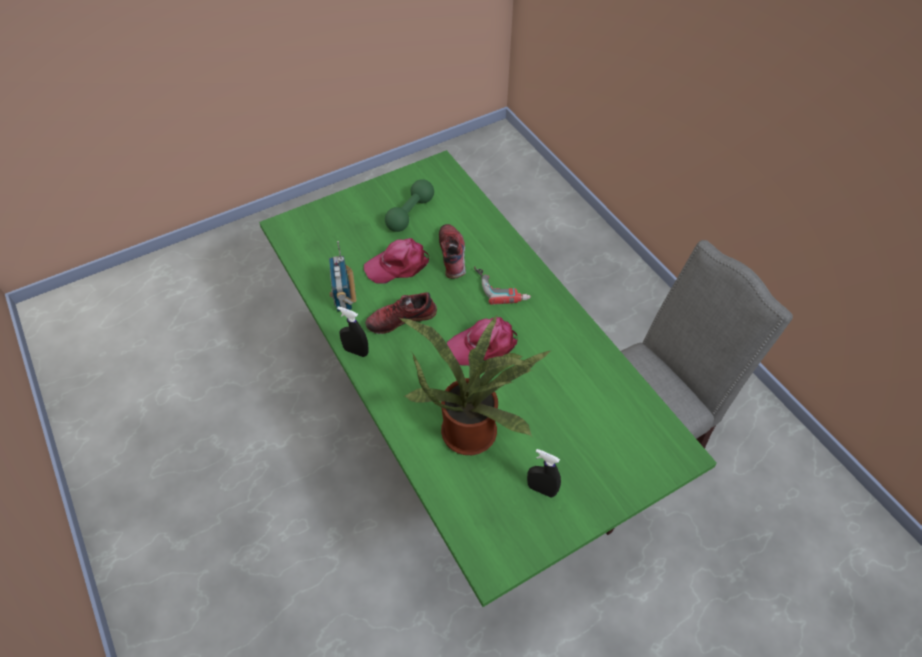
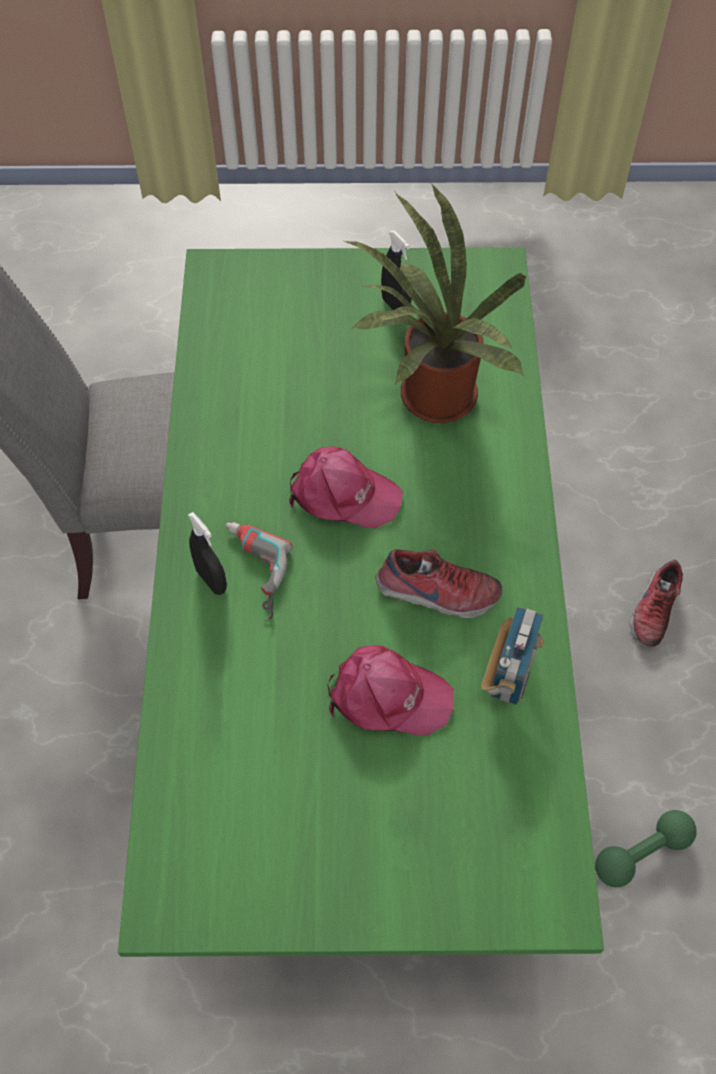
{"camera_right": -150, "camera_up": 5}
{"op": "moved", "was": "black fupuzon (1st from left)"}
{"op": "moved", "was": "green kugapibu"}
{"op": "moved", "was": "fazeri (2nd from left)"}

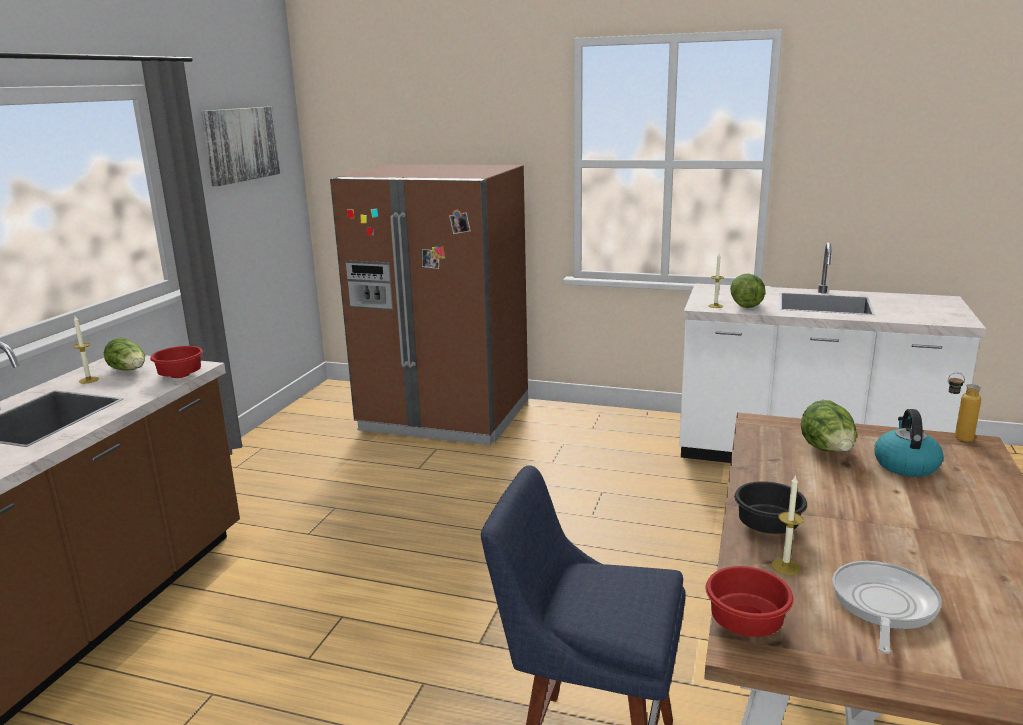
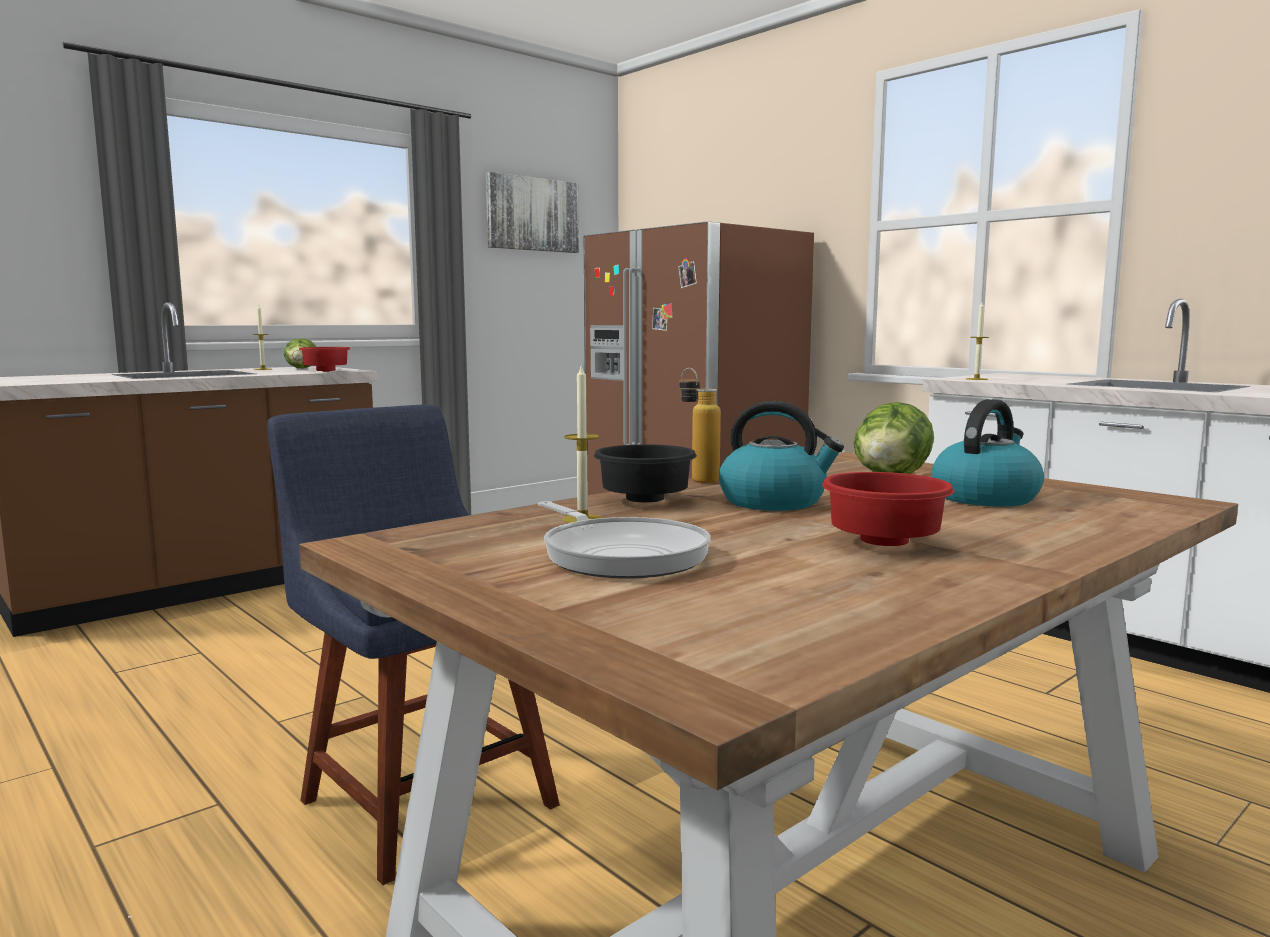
{"camera_right": 30, "camera_up": -10}
{"op": "moved", "was": "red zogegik (2nd from left)"}
{"op": "removed", "was": "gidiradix (2nd from left)"}
{"op": "turned", "was": "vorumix", "clockwise": 90}
{"op": "moved", "was": "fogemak"}
{"op": "added", "now": "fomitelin (1st from left)"}

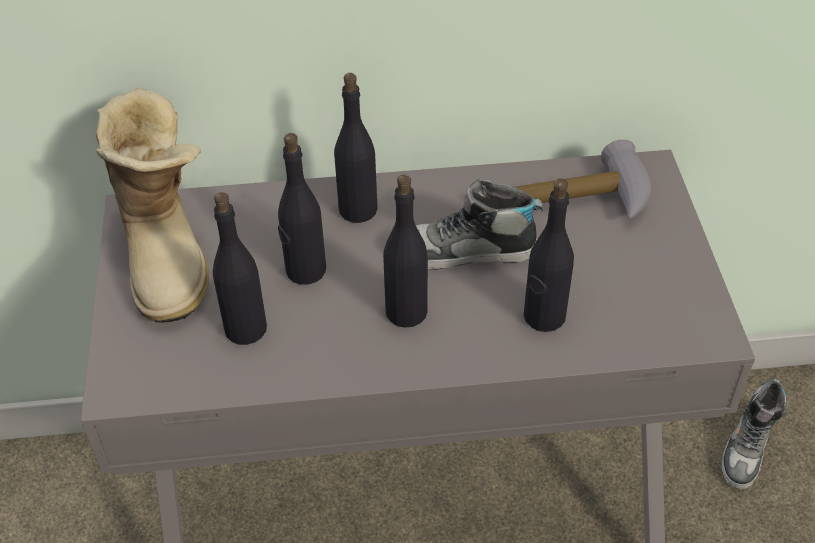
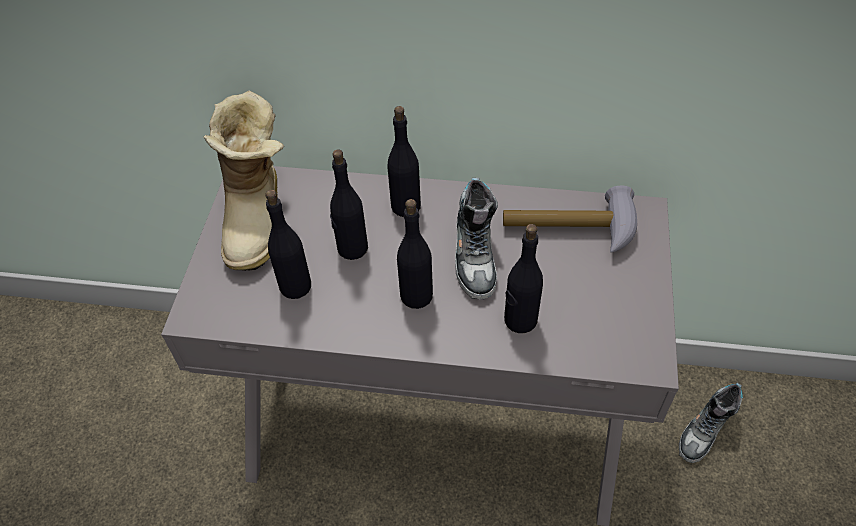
{"camera_right": 15, "camera_up": 5}
{"op": "turned", "was": "fazeri (1st from left)", "clockwise": -105}

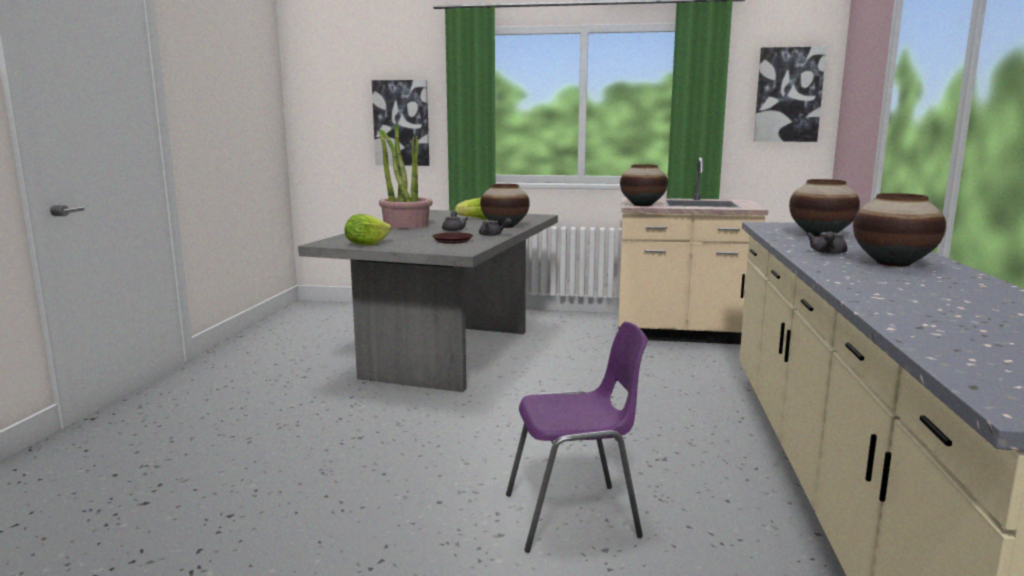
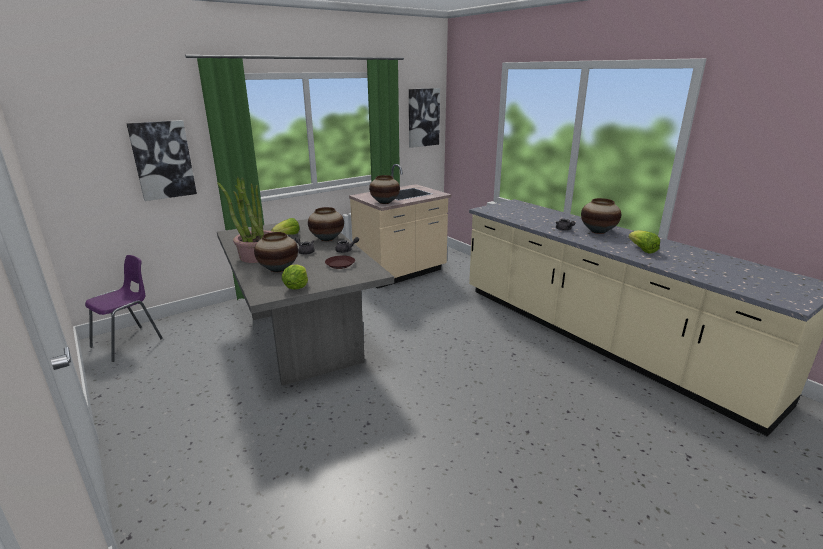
{"camera_right": -45, "camera_up": 10}
{"op": "moved", "was": "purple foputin"}
{"op": "moved", "was": "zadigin (3rd from left in the first image)", "now": "zadigin (1st from left)"}
{"op": "added", "now": "gidiradix (3rd from left)"}

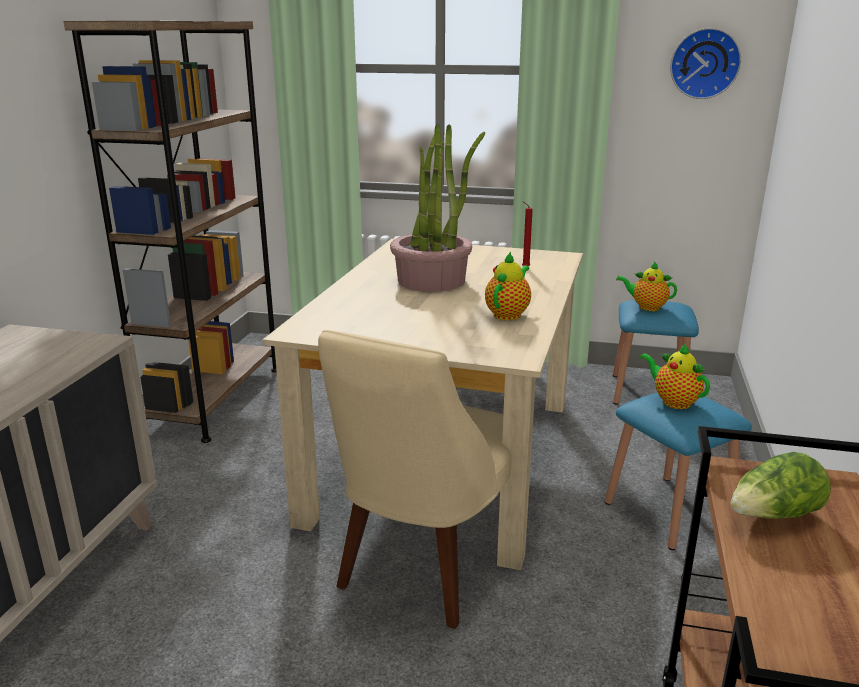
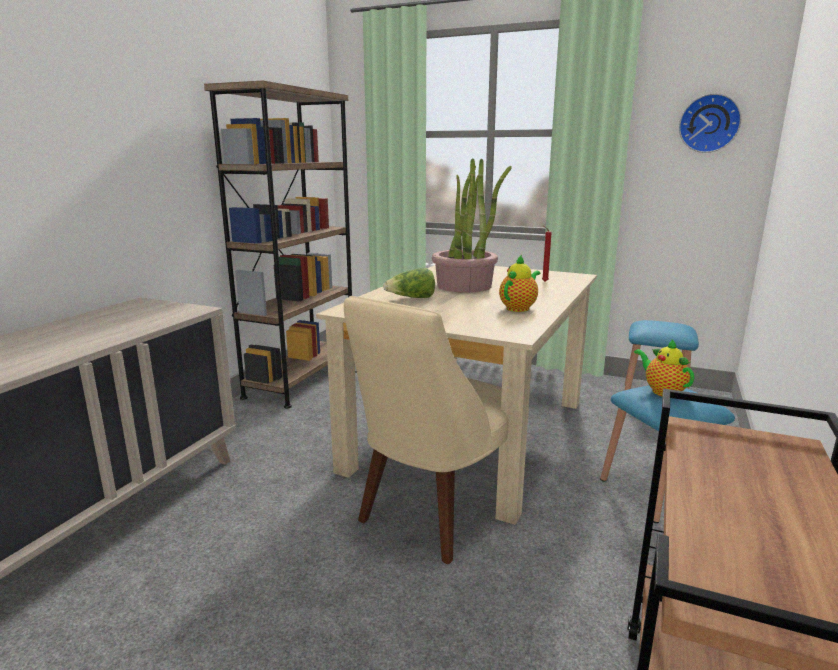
{"camera_right": 10, "camera_up": -5}
{"op": "removed", "was": "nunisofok (2nd from left)"}
{"op": "moved", "was": "gidiradix"}

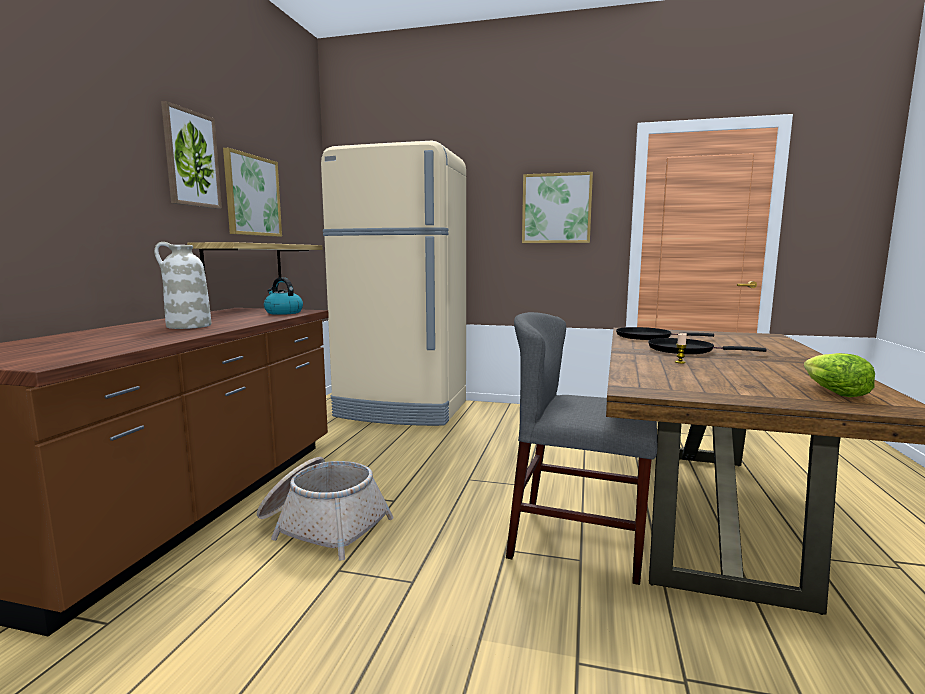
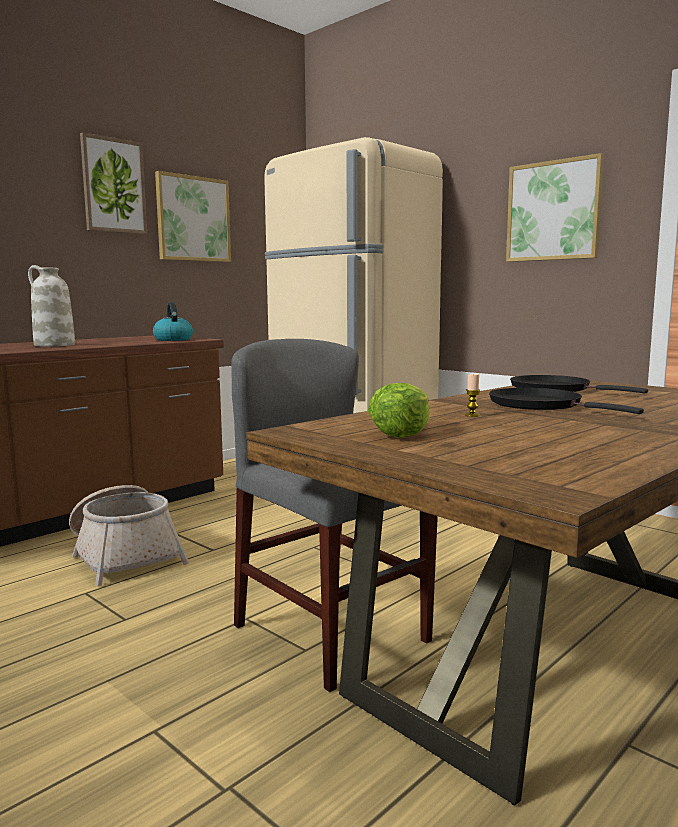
{"camera_right": 30, "camera_up": 0}
{"op": "removed", "was": "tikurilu"}
{"op": "moved", "was": "gidiradix"}

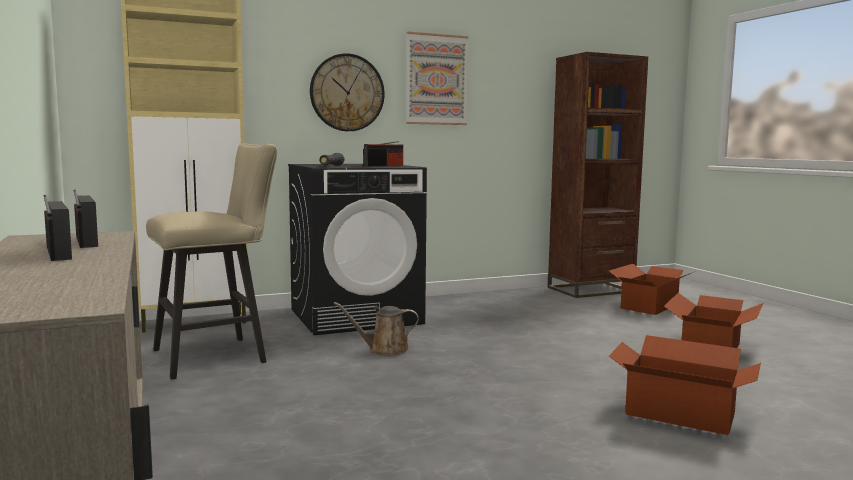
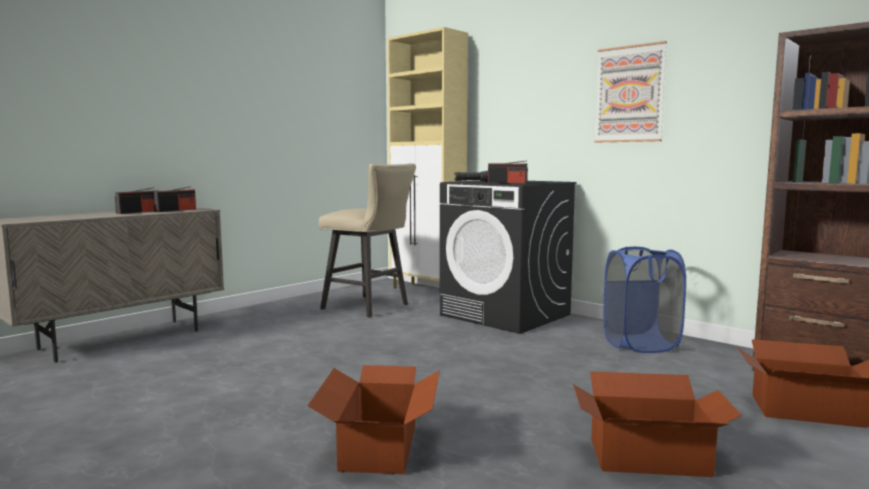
{"camera_right": 65, "camera_up": 0}
{"op": "removed", "was": "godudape"}
{"op": "removed", "was": "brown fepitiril"}
{"op": "added", "now": "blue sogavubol"}

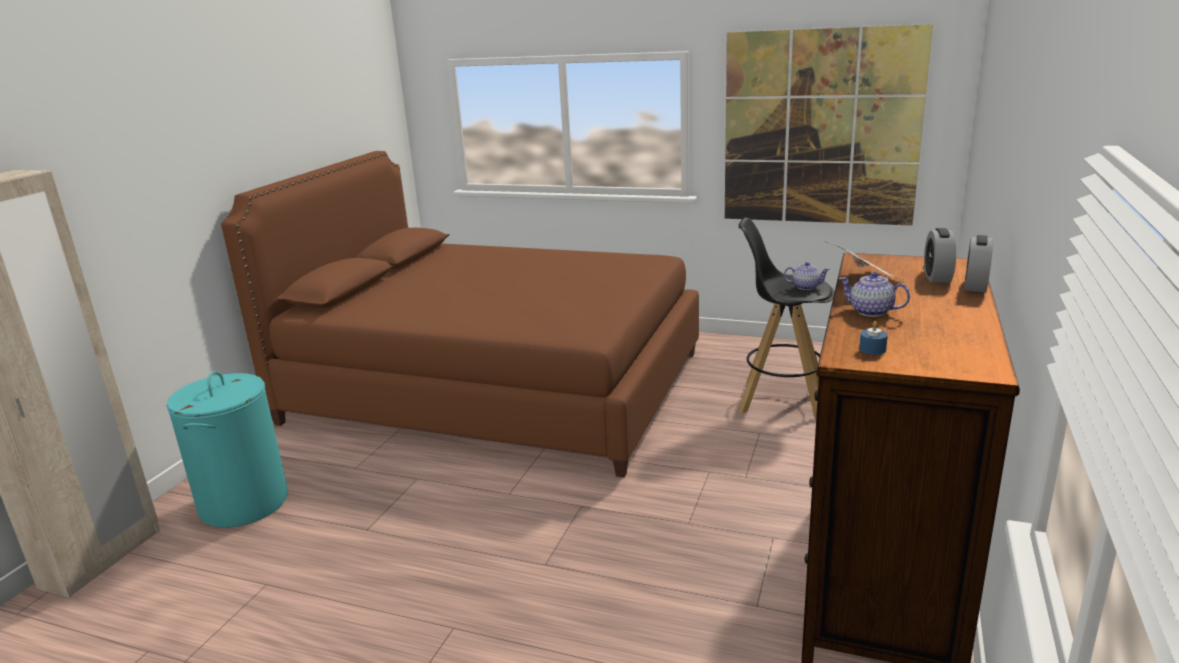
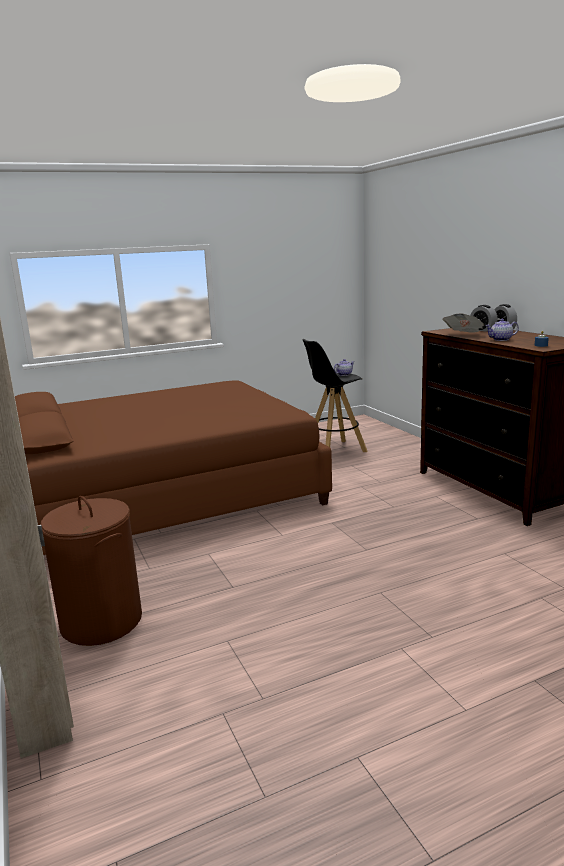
{"camera_right": -45, "camera_up": -5}
{"op": "recoloured", "was": "turquoise sogavubol", "now": "brown sogavubol"}
{"op": "removed", "was": "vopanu"}

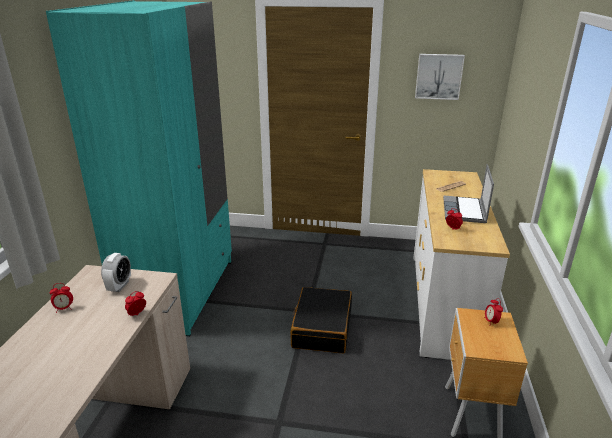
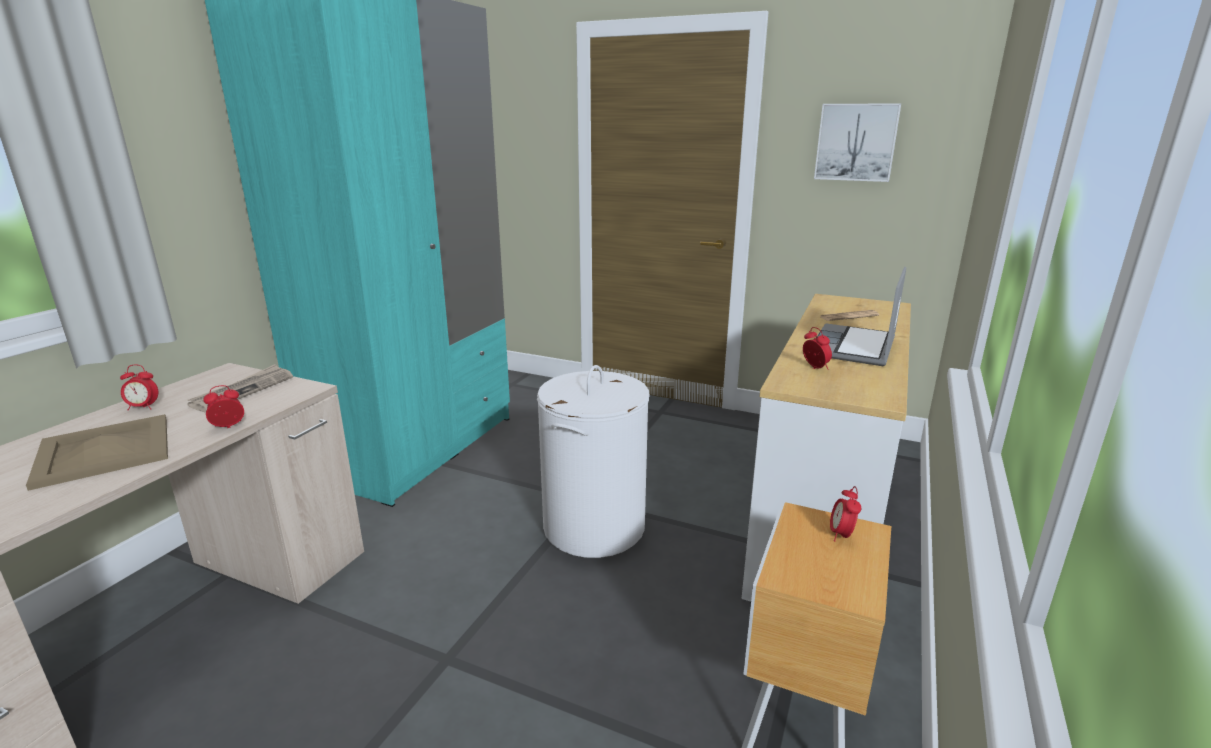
{"camera_right": 15, "camera_up": -5}
{"op": "replaced", "was": "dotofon (2nd from left)", "now": "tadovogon (1st from left)"}
{"op": "replaced", "was": "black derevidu", "now": "white sogavubol"}
{"op": "added", "now": "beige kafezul"}

